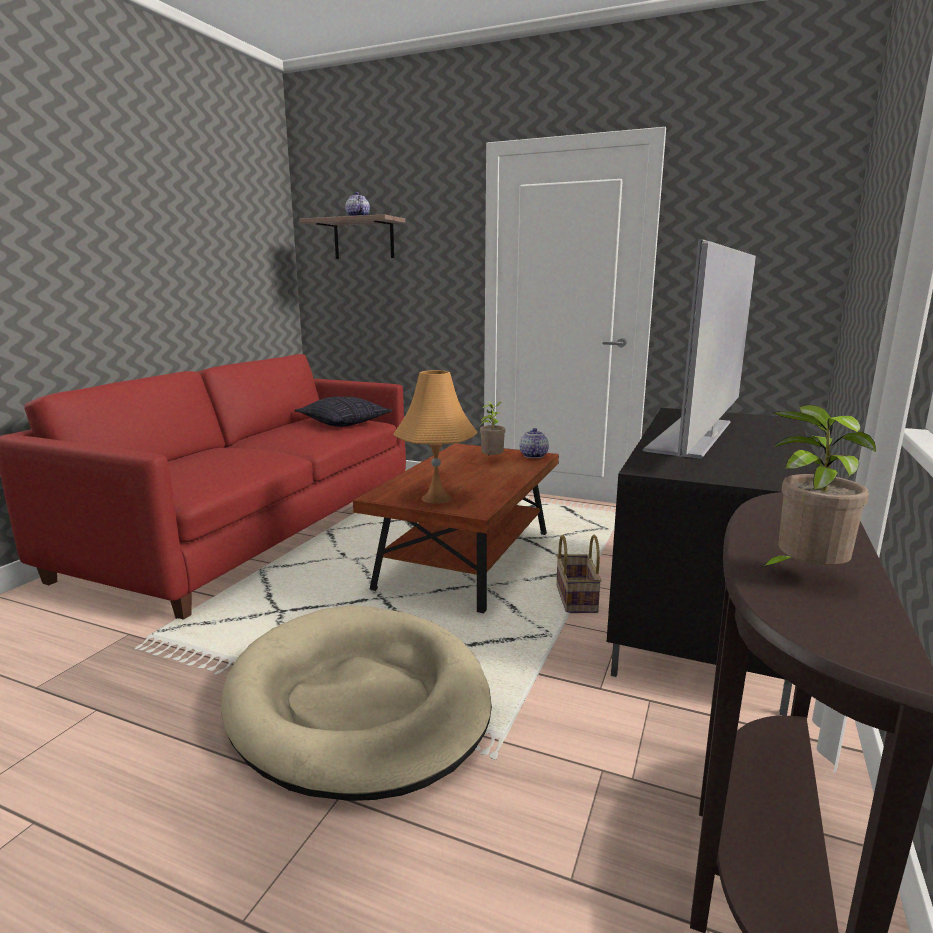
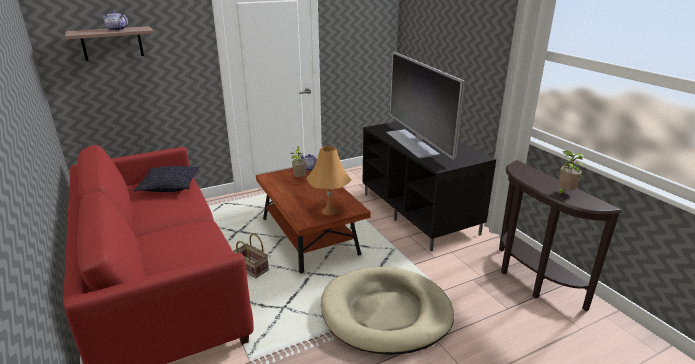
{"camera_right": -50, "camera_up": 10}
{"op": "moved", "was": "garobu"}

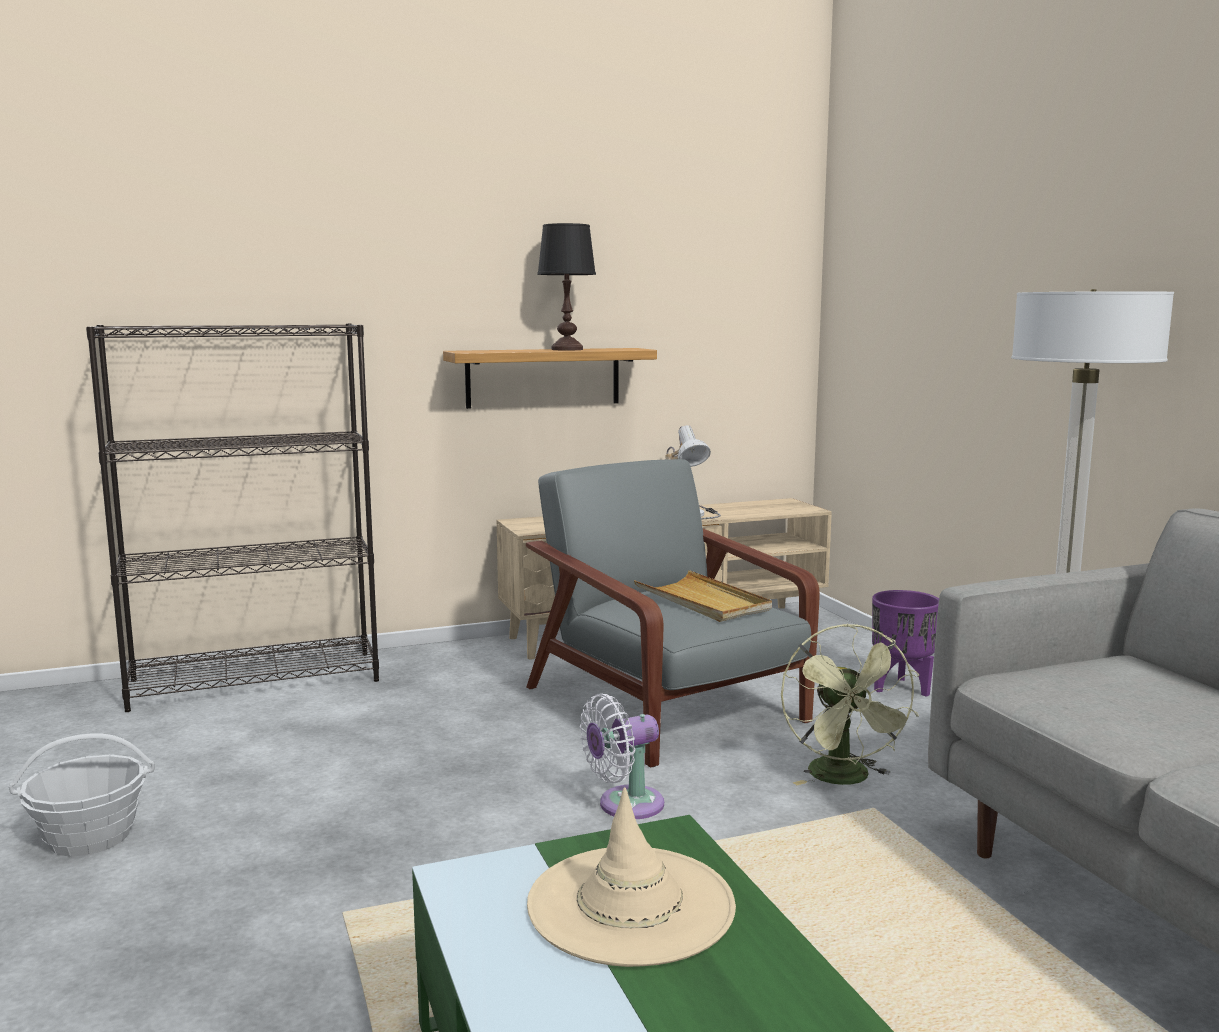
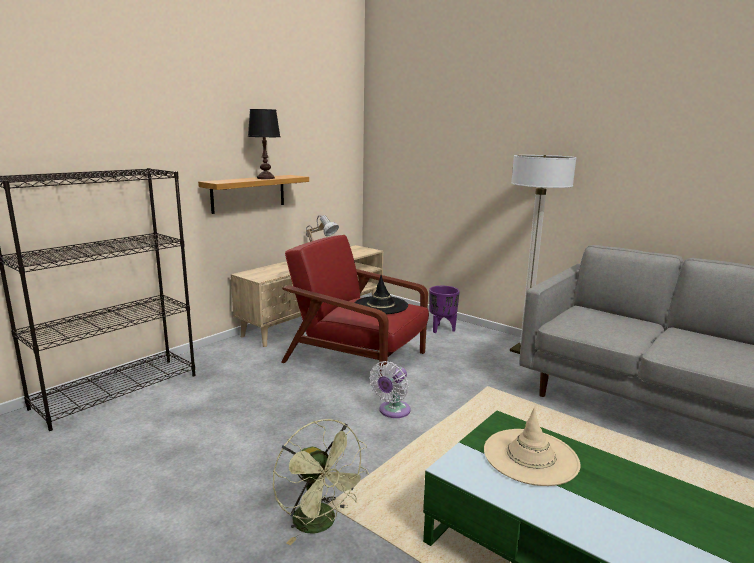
{"camera_right": -30, "camera_up": 5}
{"op": "removed", "was": "garobu"}
{"op": "recoloured", "was": "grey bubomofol", "now": "red bubomofol"}
{"op": "replaced", "was": "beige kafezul", "now": "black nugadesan"}
{"op": "moved", "was": "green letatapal"}

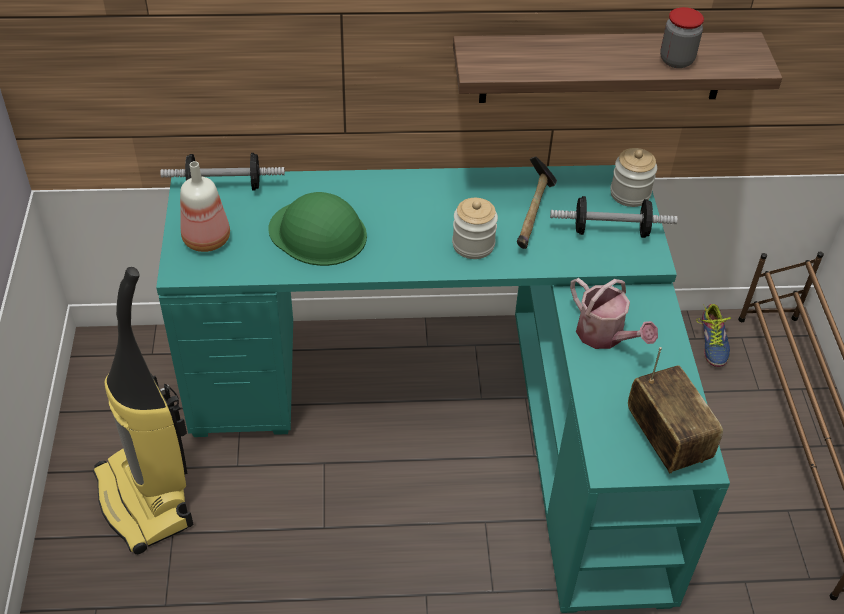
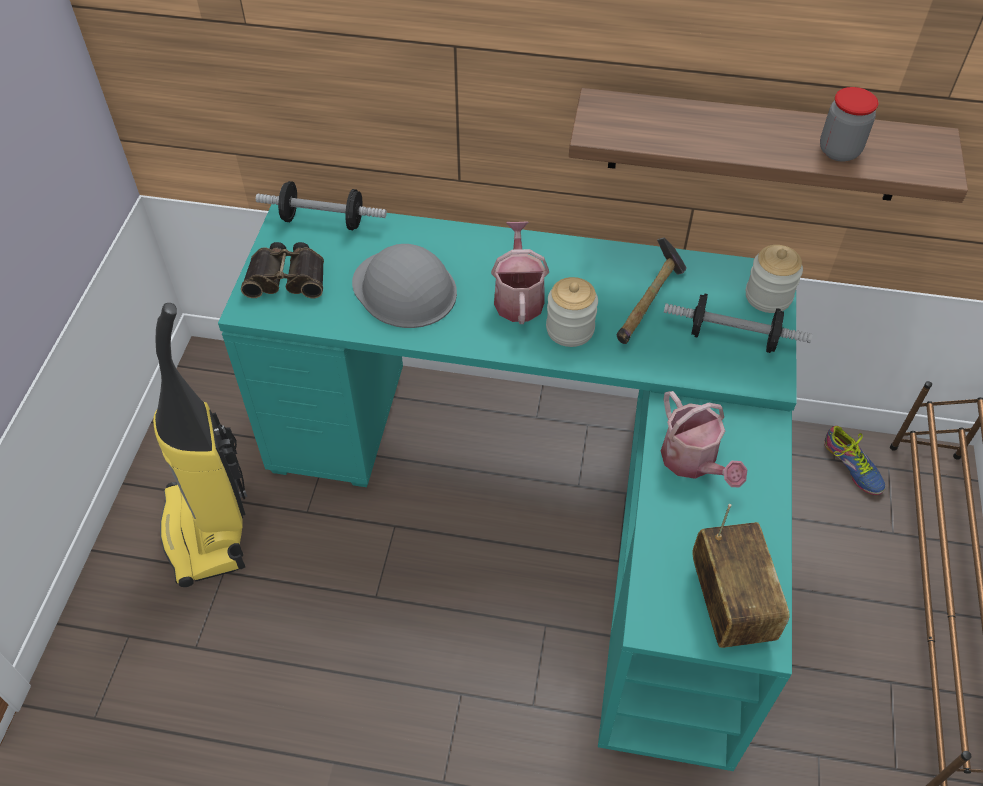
{"camera_right": 15, "camera_up": 5}
{"op": "replaced", "was": "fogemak", "now": "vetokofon"}
{"op": "recoloured", "was": "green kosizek", "now": "grey kosizek"}
{"op": "turned", "was": "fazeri", "clockwise": -45}
{"op": "added", "now": "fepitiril (1st from left)"}

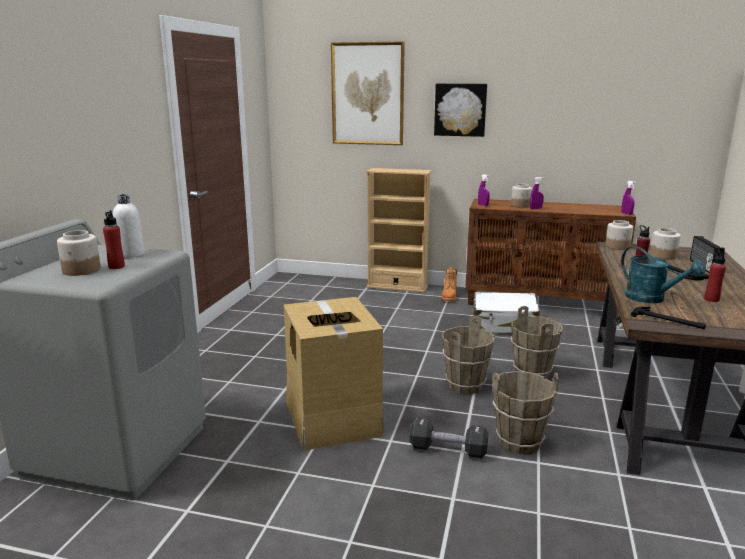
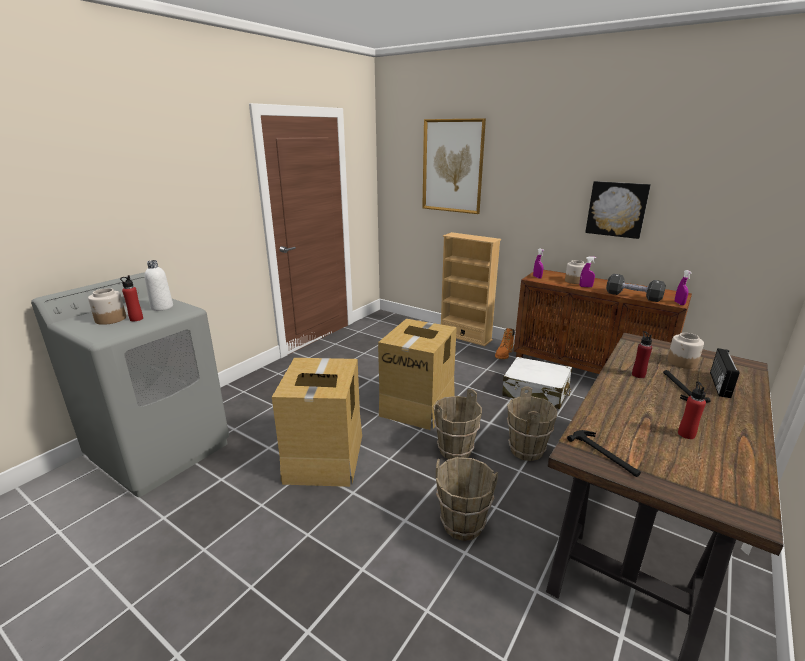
{"camera_right": 20, "camera_up": 5}
{"op": "moved", "was": "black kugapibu"}
{"op": "moved", "was": "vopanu (2nd from left)"}
{"op": "removed", "was": "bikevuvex (3rd from left)"}
{"op": "removed", "was": "turquoise fepitiril"}
{"op": "added", "now": "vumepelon (2nd from left)"}

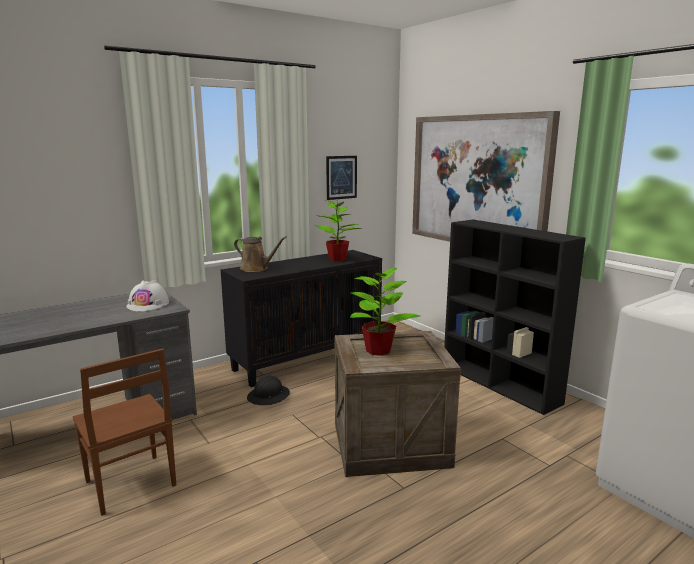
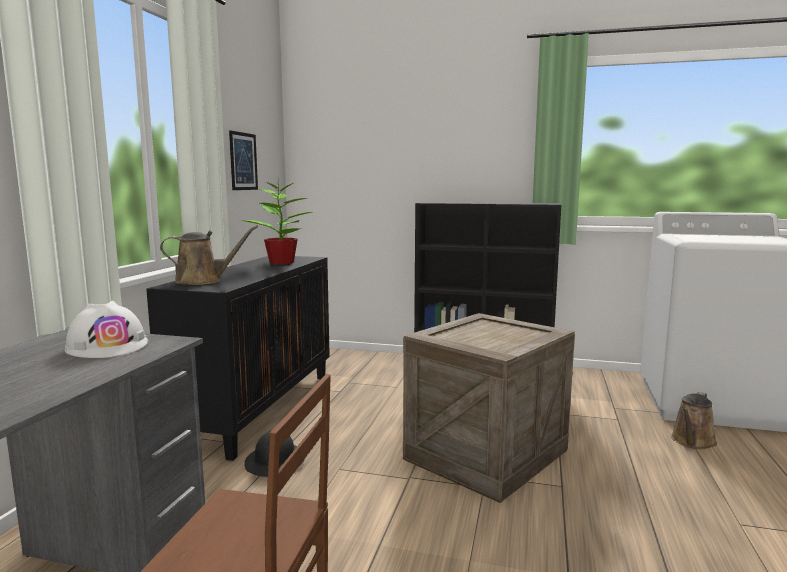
{"camera_right": -40, "camera_up": -5}
{"op": "removed", "was": "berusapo (2nd from left)"}
{"op": "removed", "was": "vopanu (2nd from left)"}
{"op": "added", "now": "brown fepitiril (2nd from left)"}

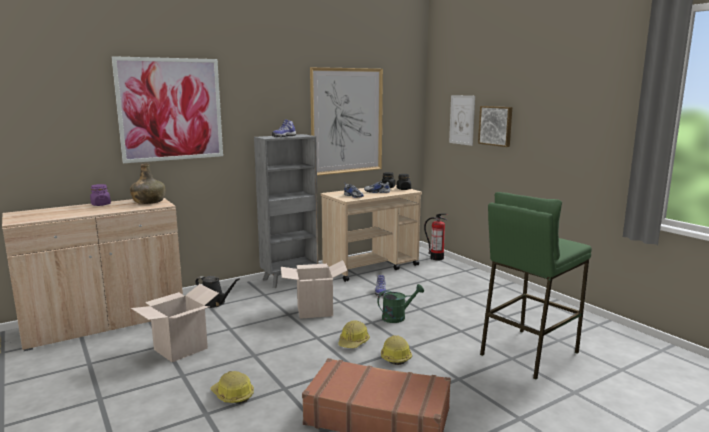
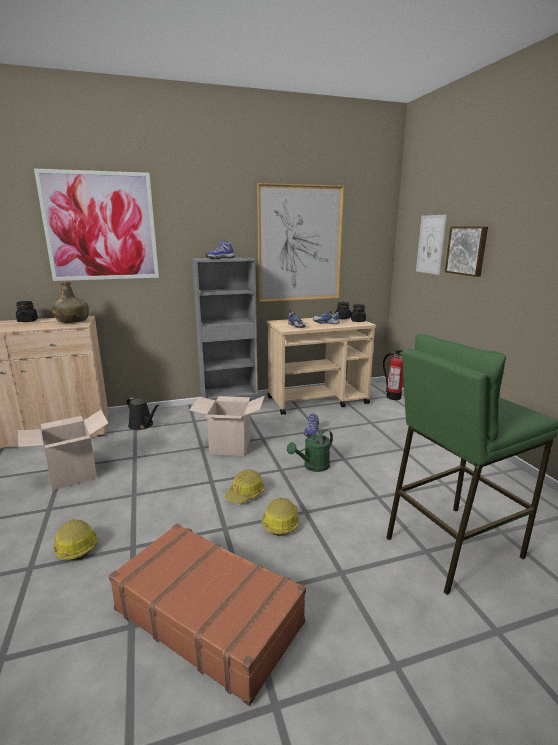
{"camera_right": 15, "camera_up": 5}
{"op": "recoloured", "was": "purple bikevuvex", "now": "black bikevuvex (1st from left)"}
{"op": "turned", "was": "green fepitiril", "clockwise": 150}

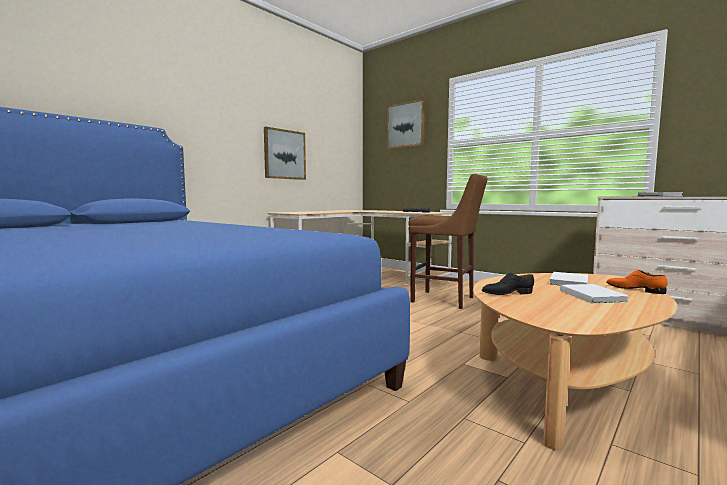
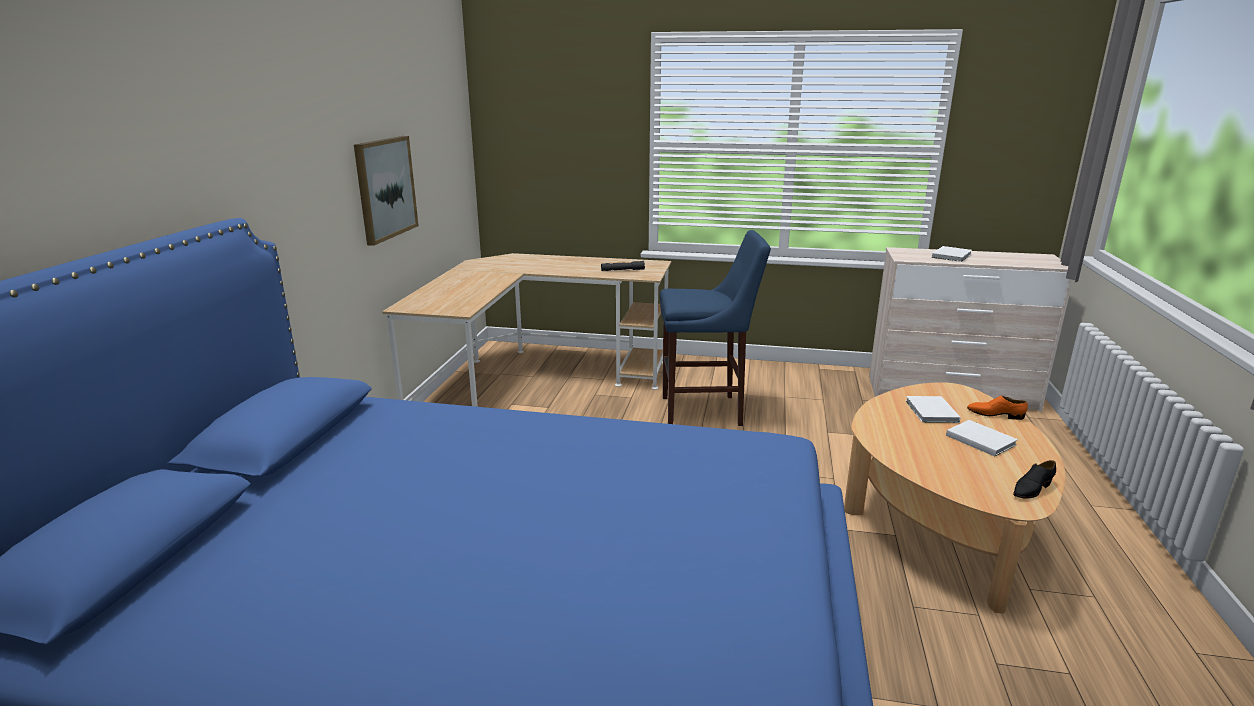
{"camera_right": -30, "camera_up": 15}
{"op": "removed", "was": "vopanu (2nd from left)"}
{"op": "recoloured", "was": "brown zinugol", "now": "blue zinugol"}
{"op": "moved", "was": "black fazeri"}

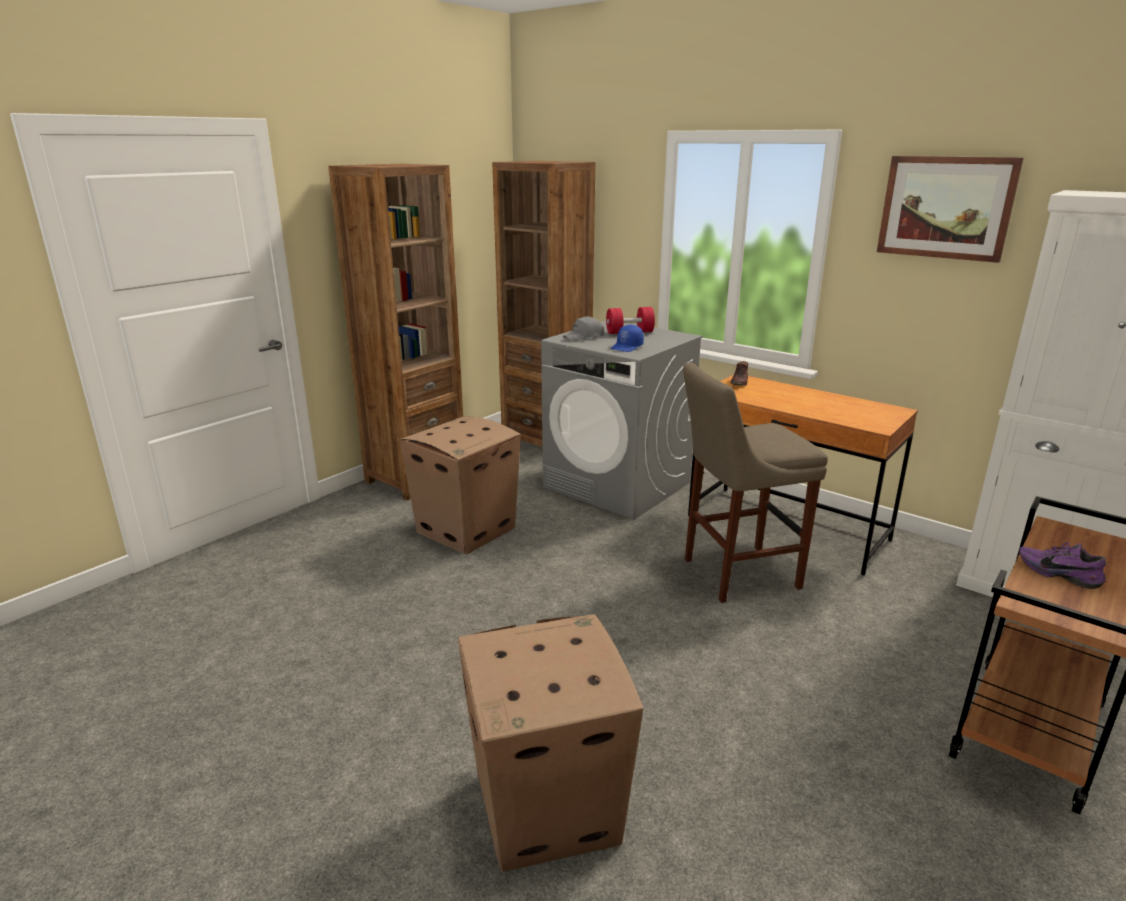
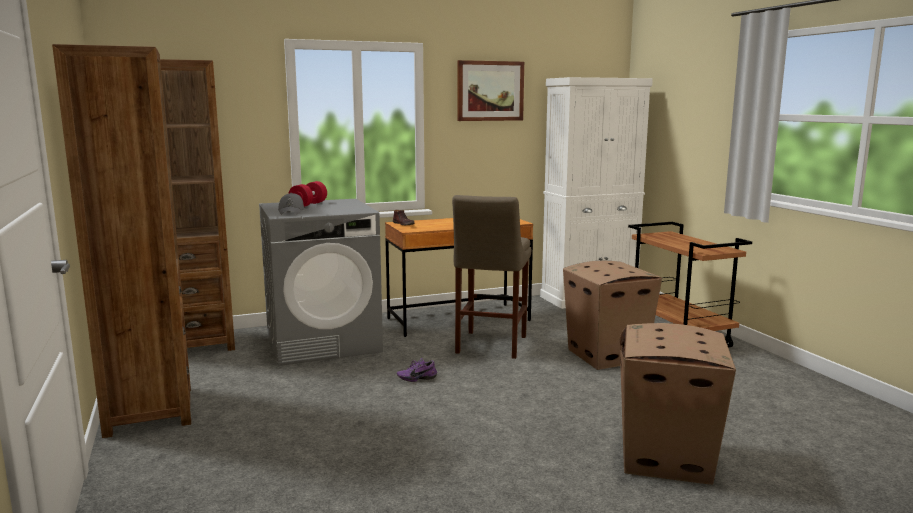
{"camera_right": -60, "camera_up": -10}
{"op": "moved", "was": "vumepelon (1st from left)"}
{"op": "removed", "was": "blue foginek"}
{"op": "moved", "was": "purple fazeri"}

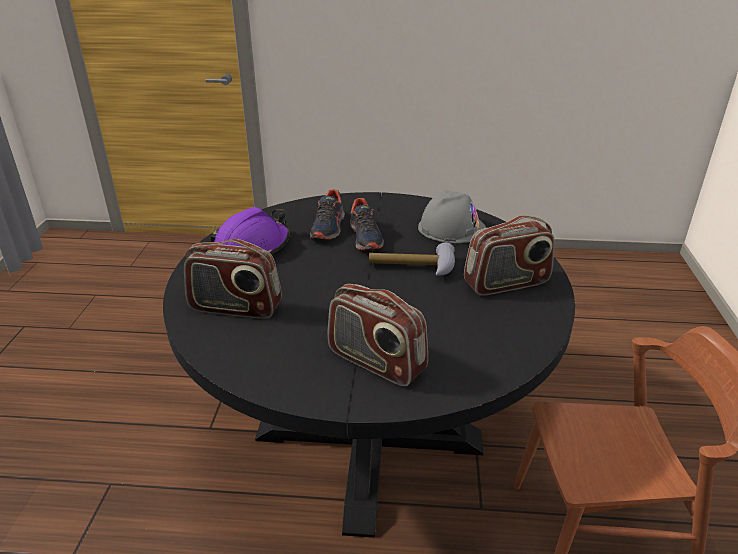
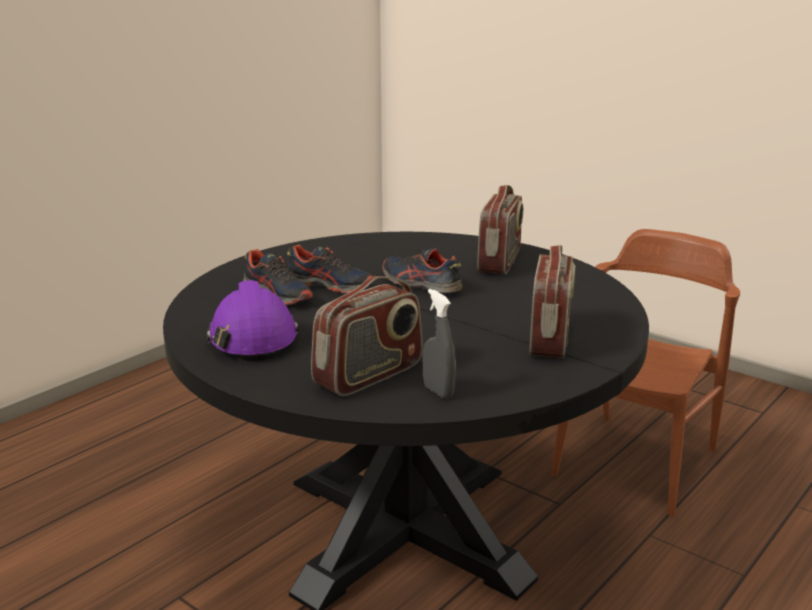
{"camera_right": -55, "camera_up": -10}
{"op": "turned", "was": "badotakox (2nd from left in the first image)", "clockwise": -60}
{"op": "replaced", "was": "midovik", "now": "fazeri (3rd from left)"}
{"op": "removed", "was": "grey kosizek"}
{"op": "added", "now": "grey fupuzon"}

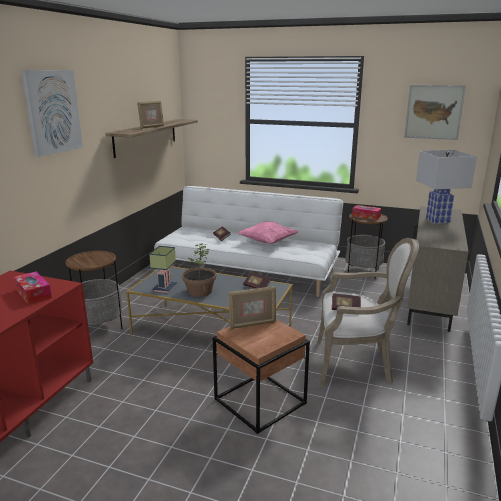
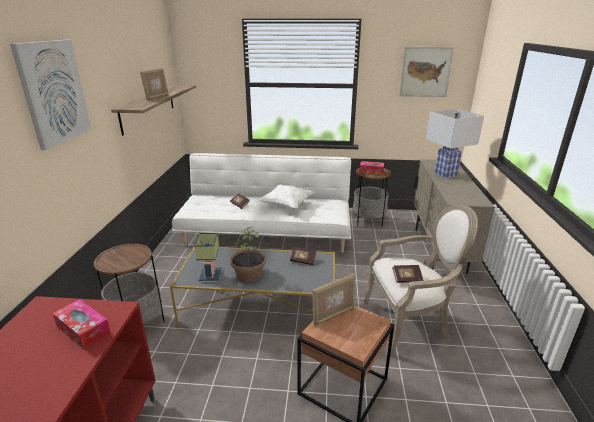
{"camera_right": -15, "camera_up": 5}
{"op": "recoloured", "was": "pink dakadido", "now": "white dakadido"}

